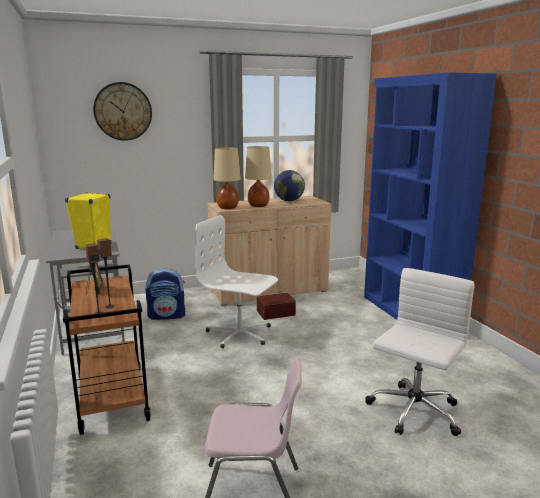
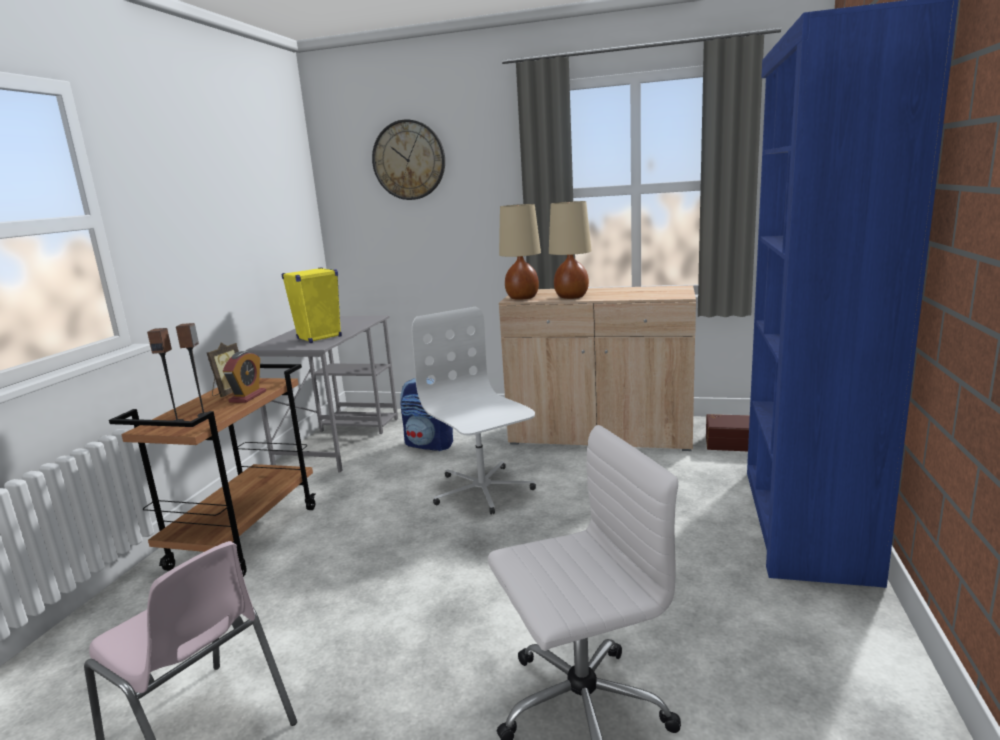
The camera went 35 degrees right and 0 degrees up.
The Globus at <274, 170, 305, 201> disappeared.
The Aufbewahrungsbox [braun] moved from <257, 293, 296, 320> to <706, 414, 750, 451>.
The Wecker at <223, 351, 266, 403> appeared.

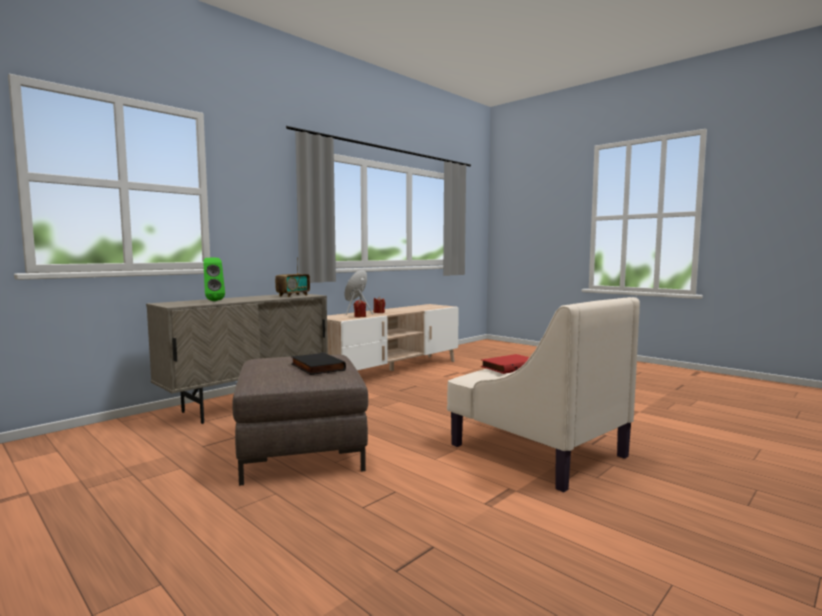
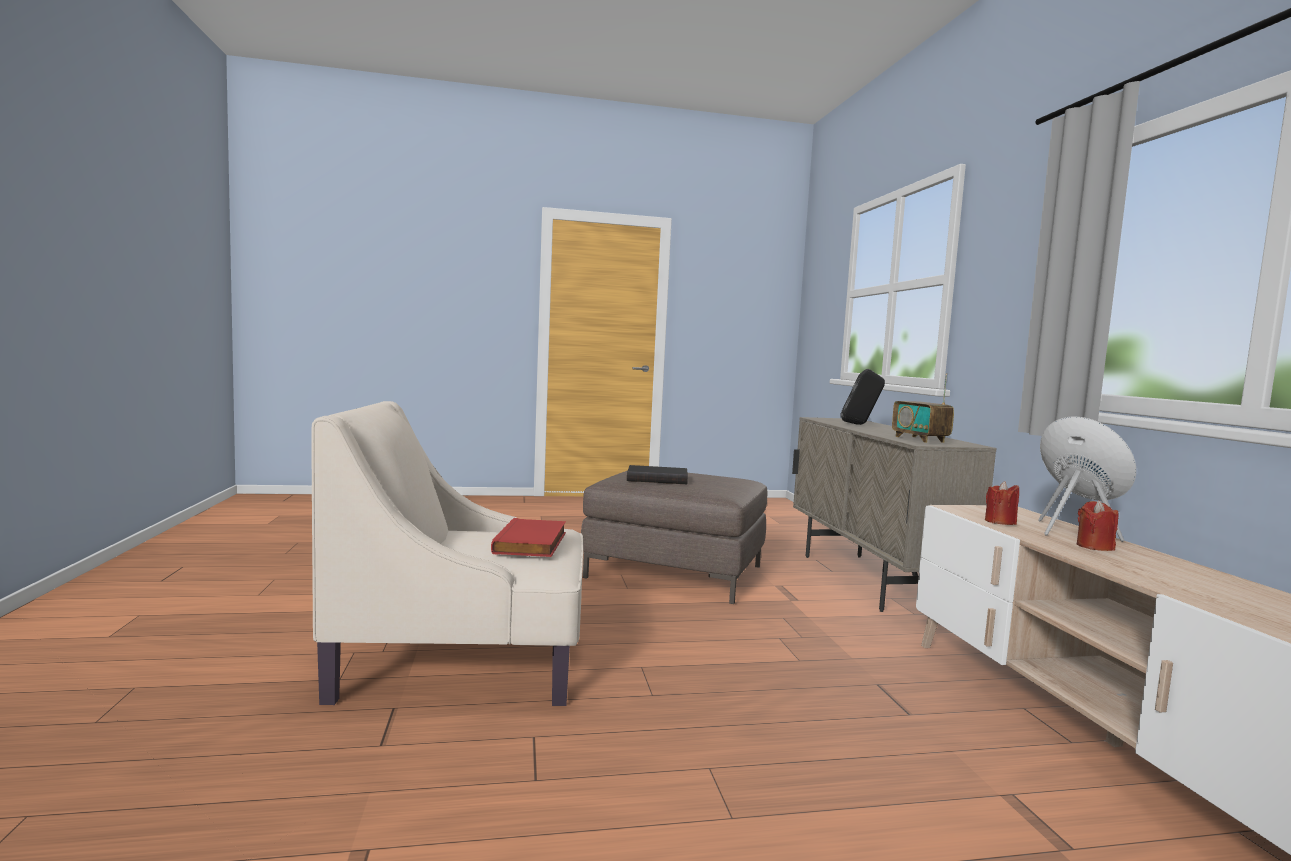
The camera went 125 degrees right and 0 degrees up.
The Lautsprecher [grün] at <203, 258, 225, 301> became the Lautsprecher [schwarz] at <840, 369, 885, 425>.

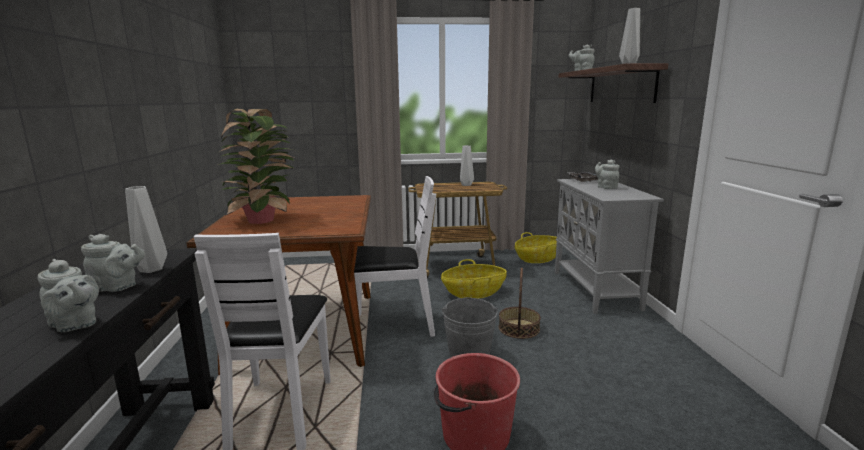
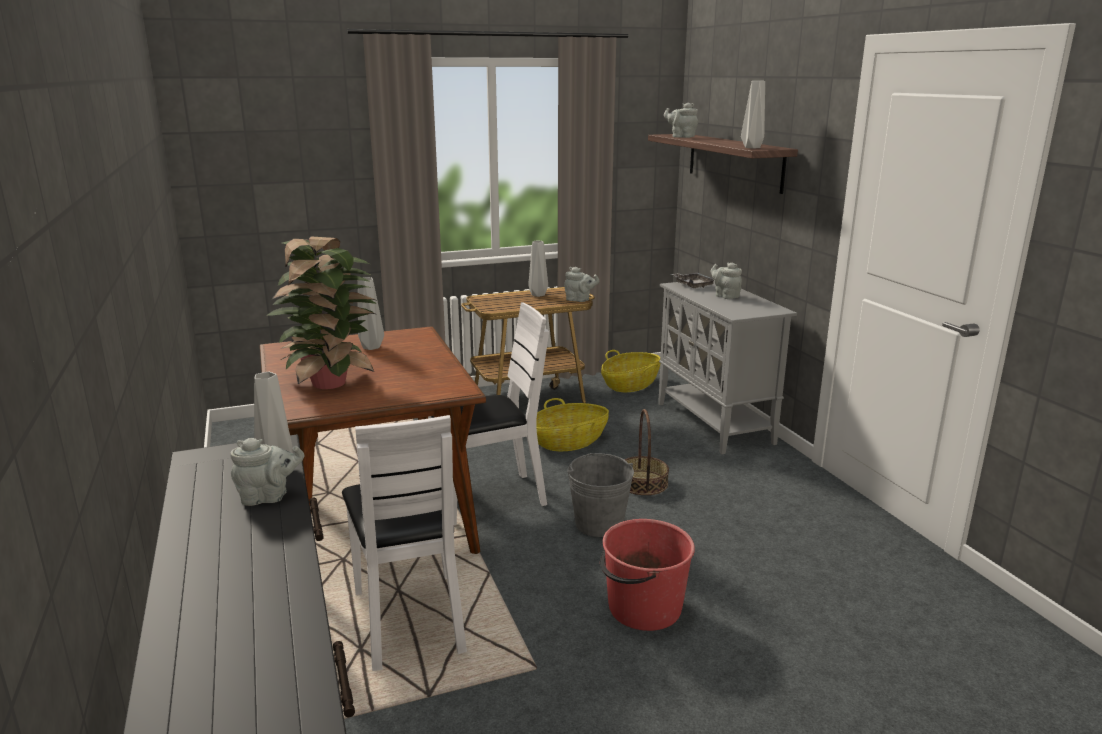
The camera went 15 degrees left and 5 degrees up.
The Teekanne [grau] moved from <38, 259, 99, 332> to <564, 267, 599, 302>.
The Vase [grau] at <358, 277, 384, 350> appeared.

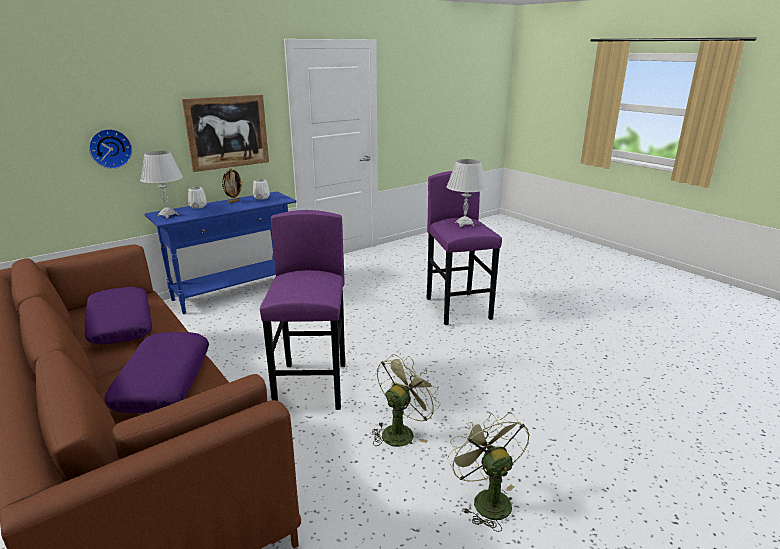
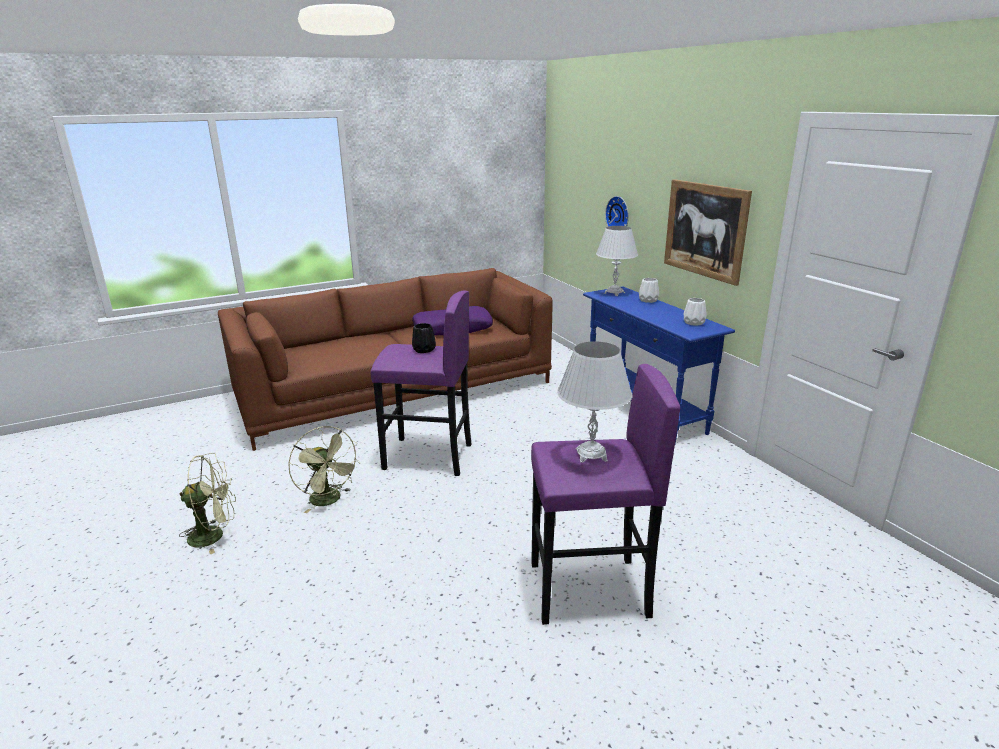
The camera went 100 degrees right and 0 degrees up.
The Bilderrahmen at <222, 168, 243, 203> disappeared.
The Kissen [lila] at <104, 332, 209, 413> disappeared.
The Vase [schwarz] at <412, 323, 436, 353> appeared.

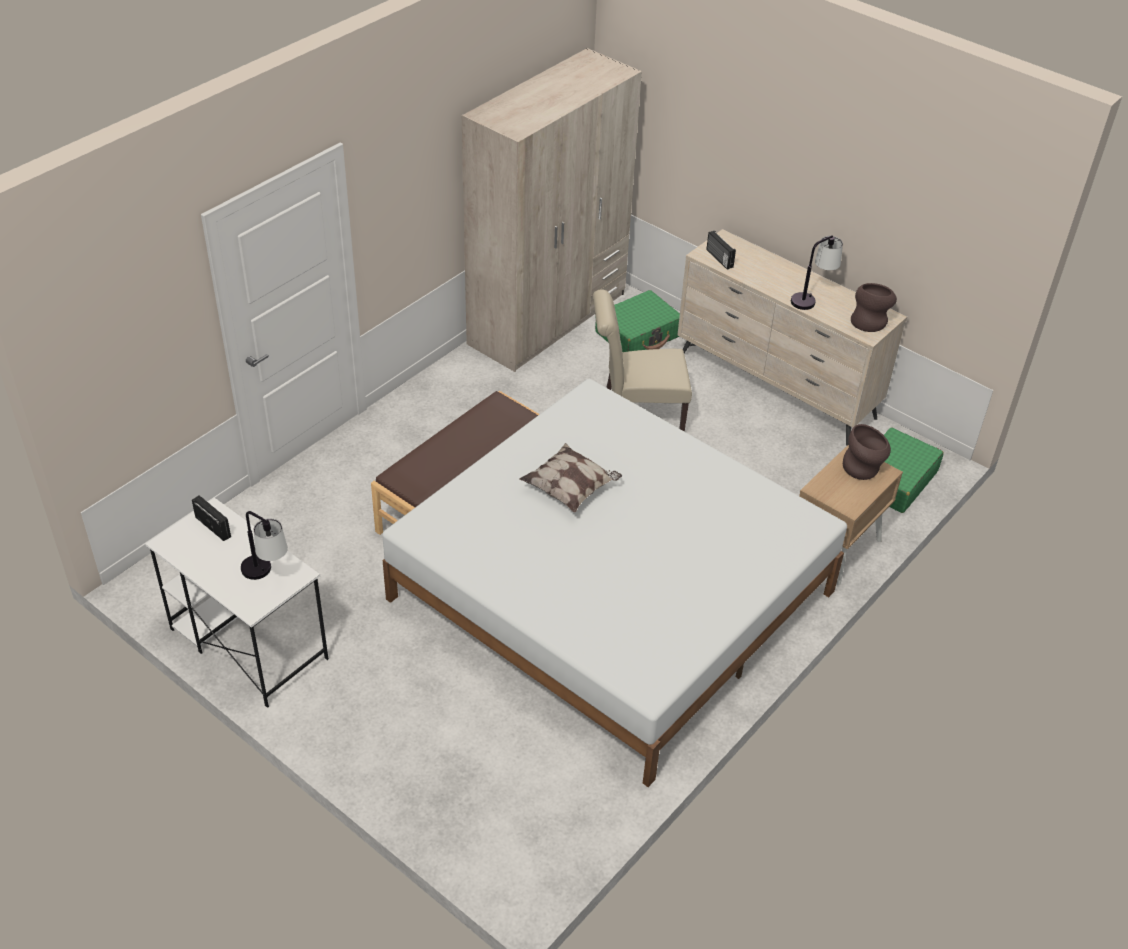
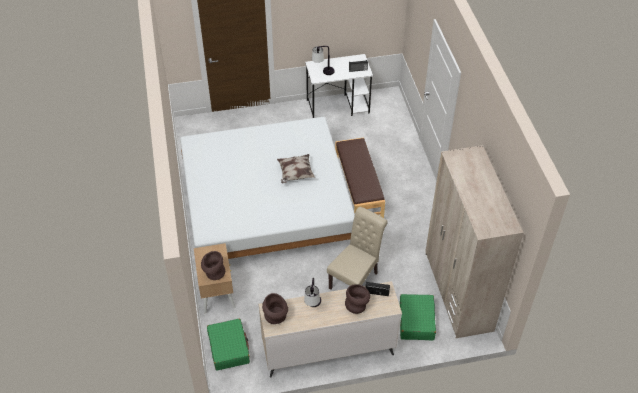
The camera went 130 degrees right and 5 degrees up.
The Vase [braun] at <345, 284, 370, 314> appeared.

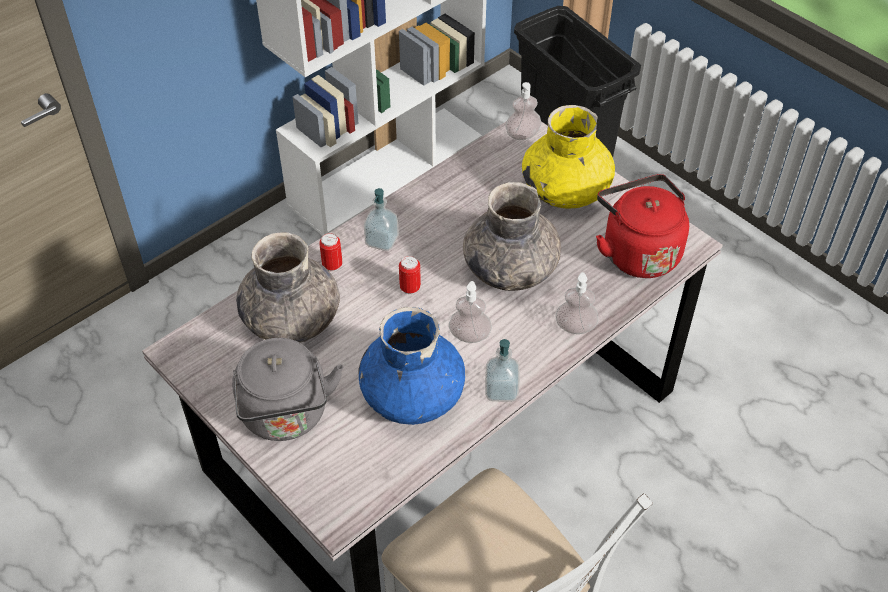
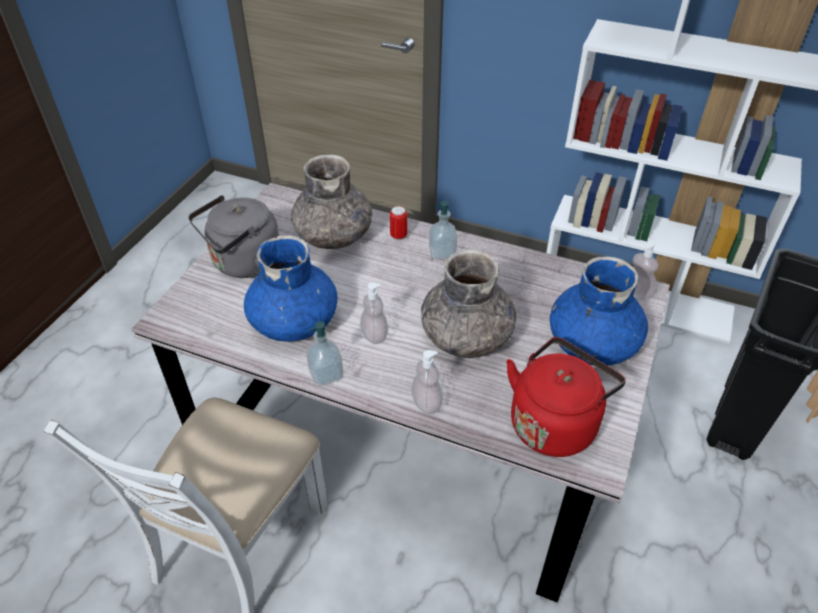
The camera went 65 degrees right and 5 degrees down.
The Vase [gelb] at <522, 105, 615, 209> became the Vase [blau] at <550, 256, 648, 365>.
The Dose at <399, 256, 421, 294> disappeared.

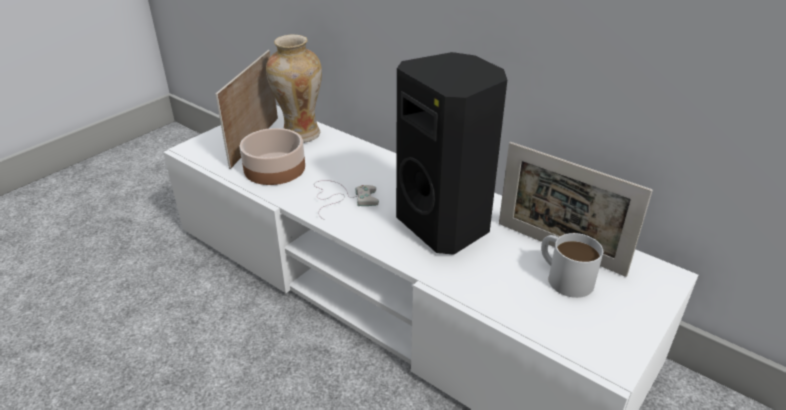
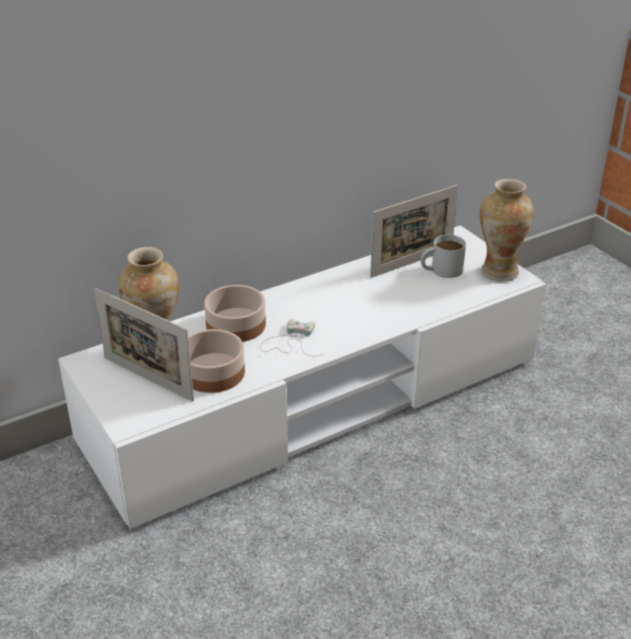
The camera went 70 degrees left and 0 degrees up.
The Lautsprecher [schwarz] at <396, 52, 507, 255> disappeared.
The Vase at <480, 179, 534, 281> appeared.
The Schüssel at <204, 285, 266, 342> appeared.

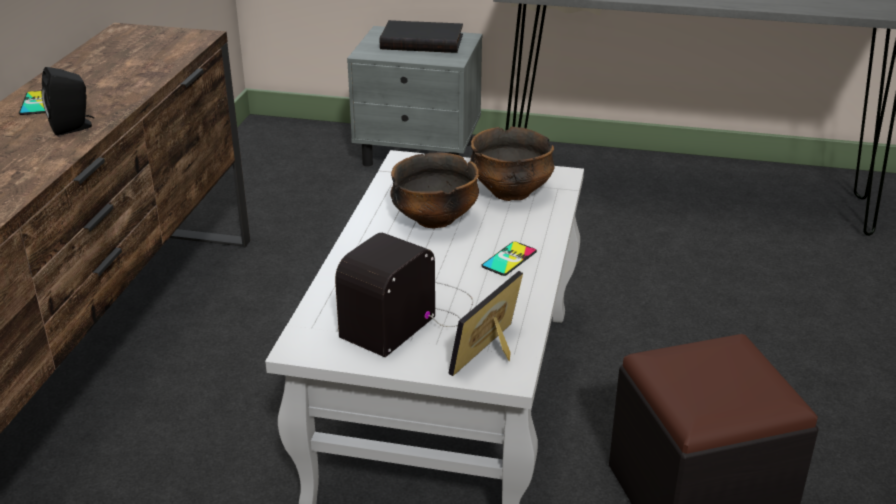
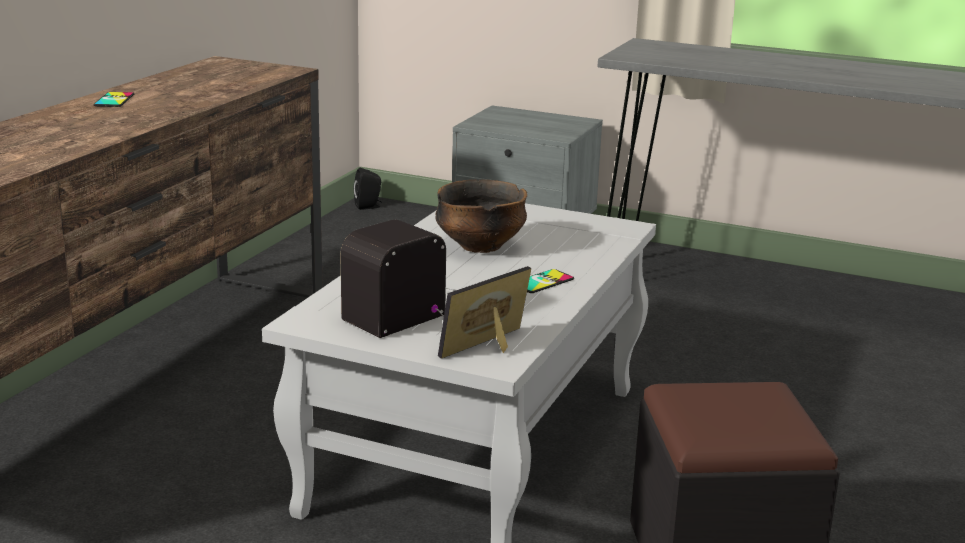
The camera went 10 degrees right and 10 degrees down.
The Buch [schwarz] at <380, 20, 463, 53> disappeared.
The Lautsprecher [schwarz] moved from <42, 67, 94, 136> to <354, 168, 382, 210>.
The Schüssel at <470, 127, 555, 201> disappeared.

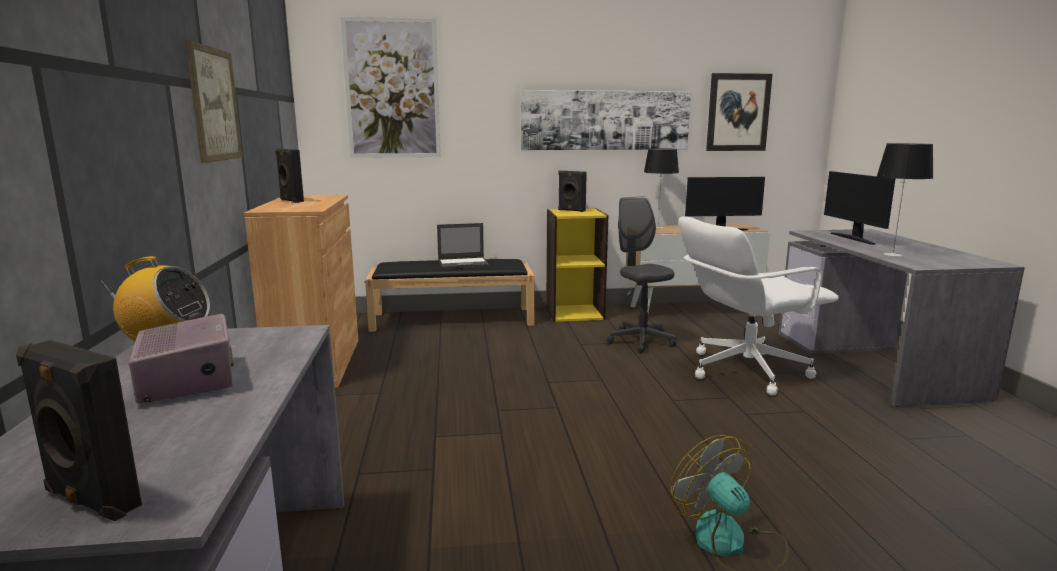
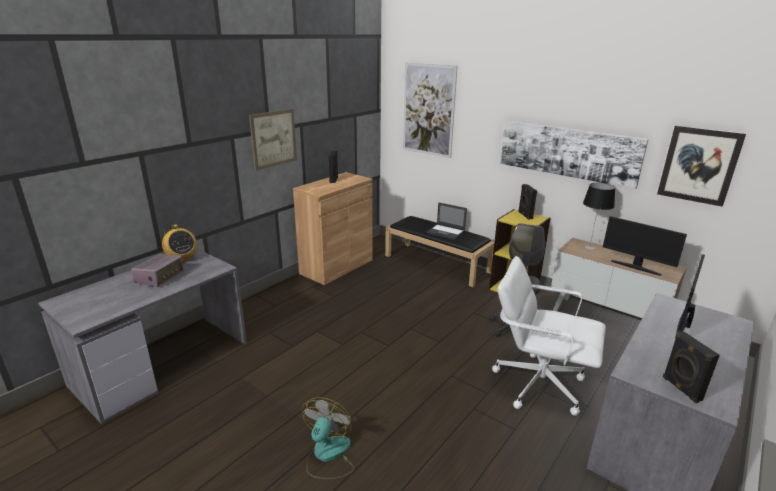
The camera went 45 degrees right and 10 degrees up.
The Tischlampe at <877, 143, 933, 256> disappeared.
The Lautsprecher [schwarz] moved from <16, 340, 142, 521> to <663, 332, 720, 403>.

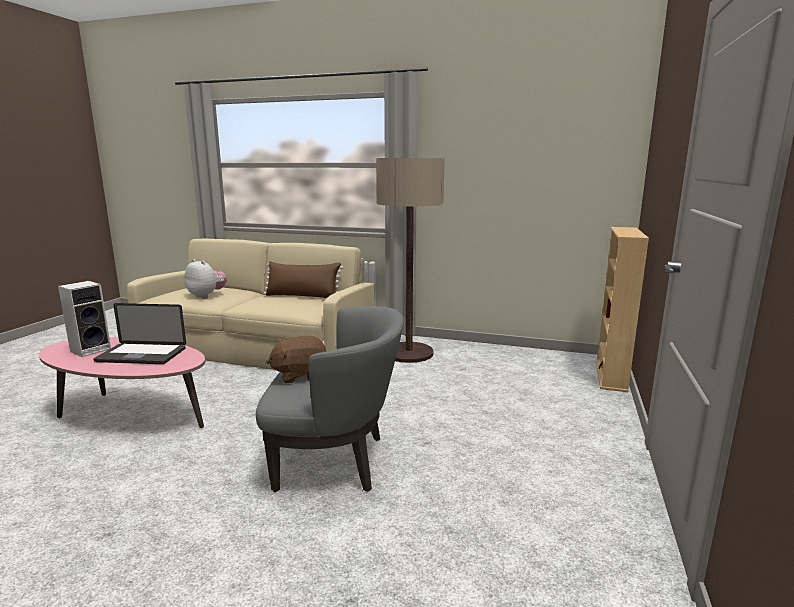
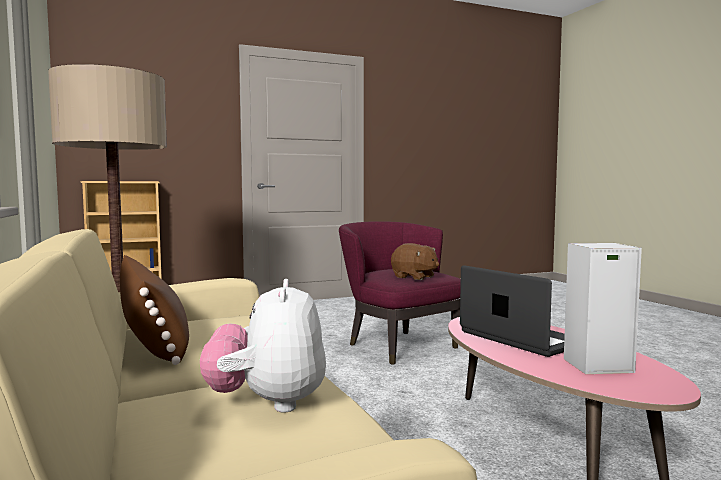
The camera went 130 degrees left and 10 degrees down.
The Sessel [grau] at <256, 306, 404, 492> became the Sessel [lila] at <339, 221, 461, 365>.

